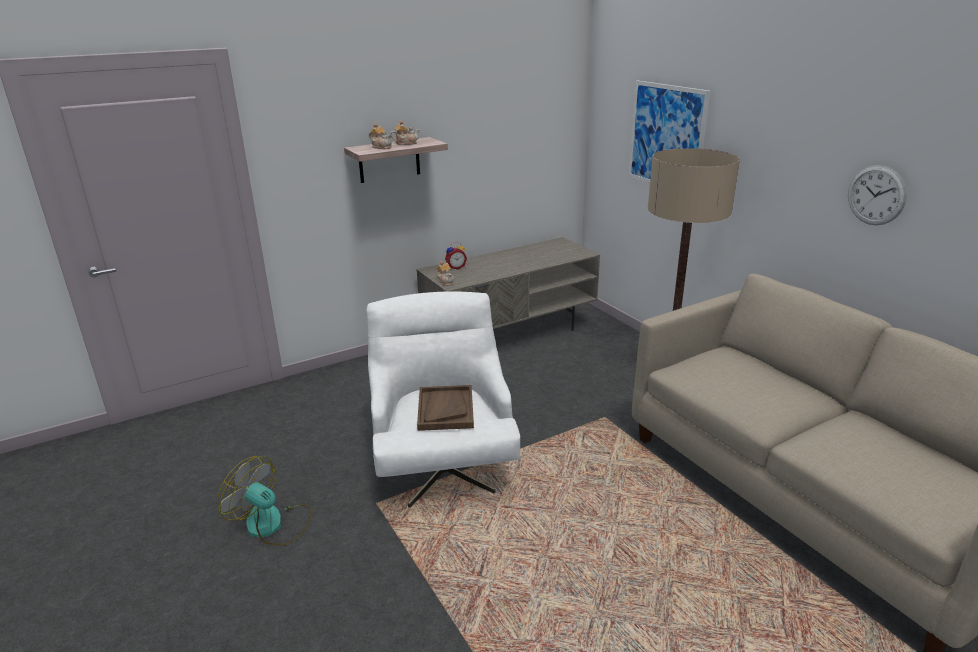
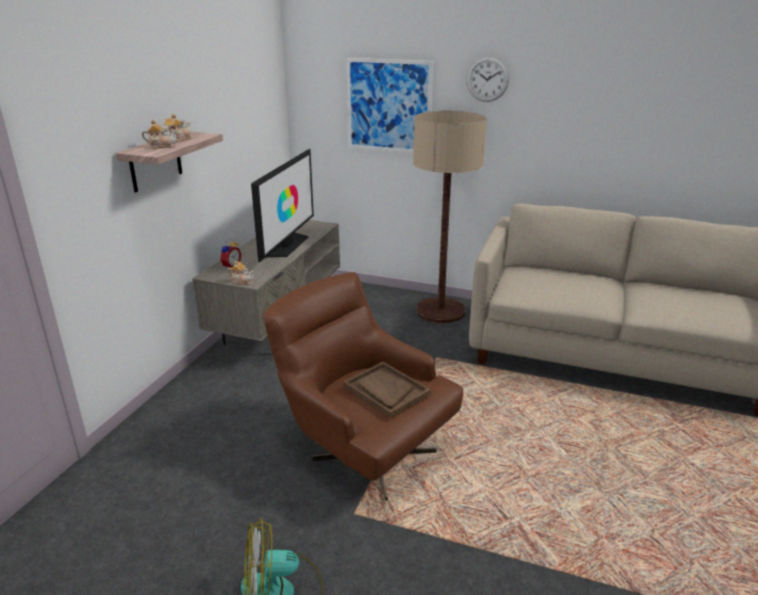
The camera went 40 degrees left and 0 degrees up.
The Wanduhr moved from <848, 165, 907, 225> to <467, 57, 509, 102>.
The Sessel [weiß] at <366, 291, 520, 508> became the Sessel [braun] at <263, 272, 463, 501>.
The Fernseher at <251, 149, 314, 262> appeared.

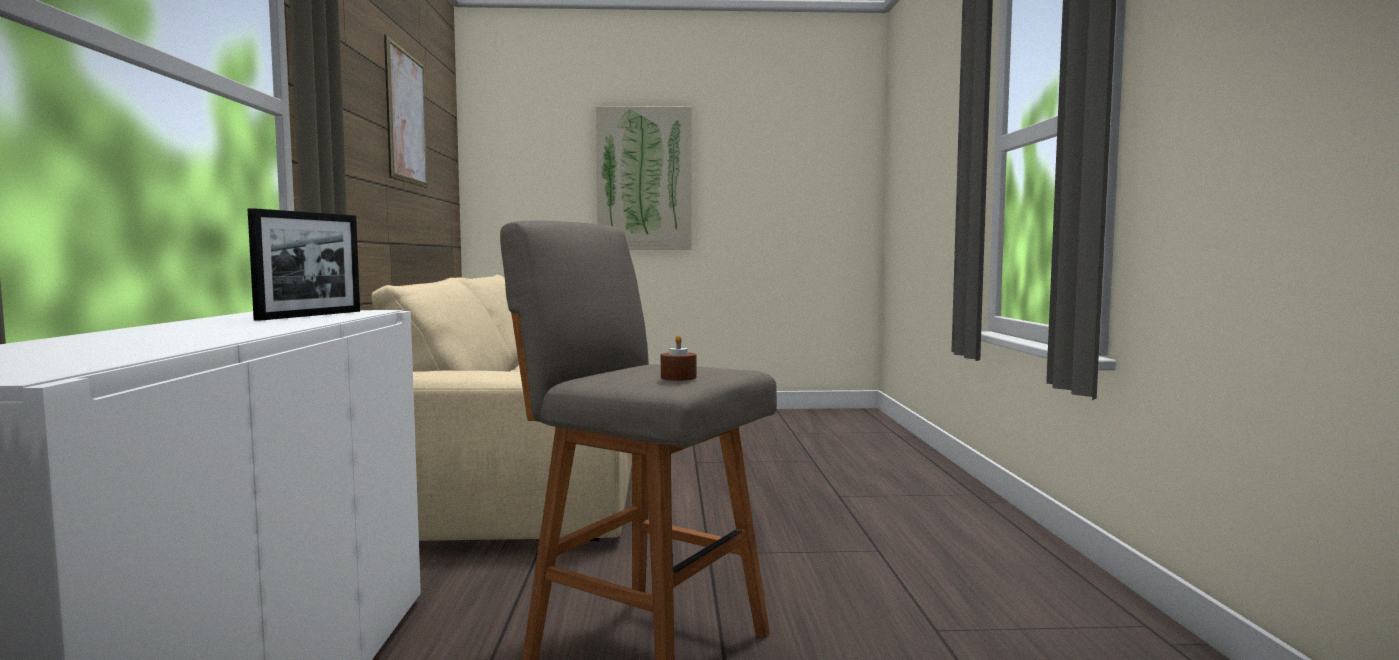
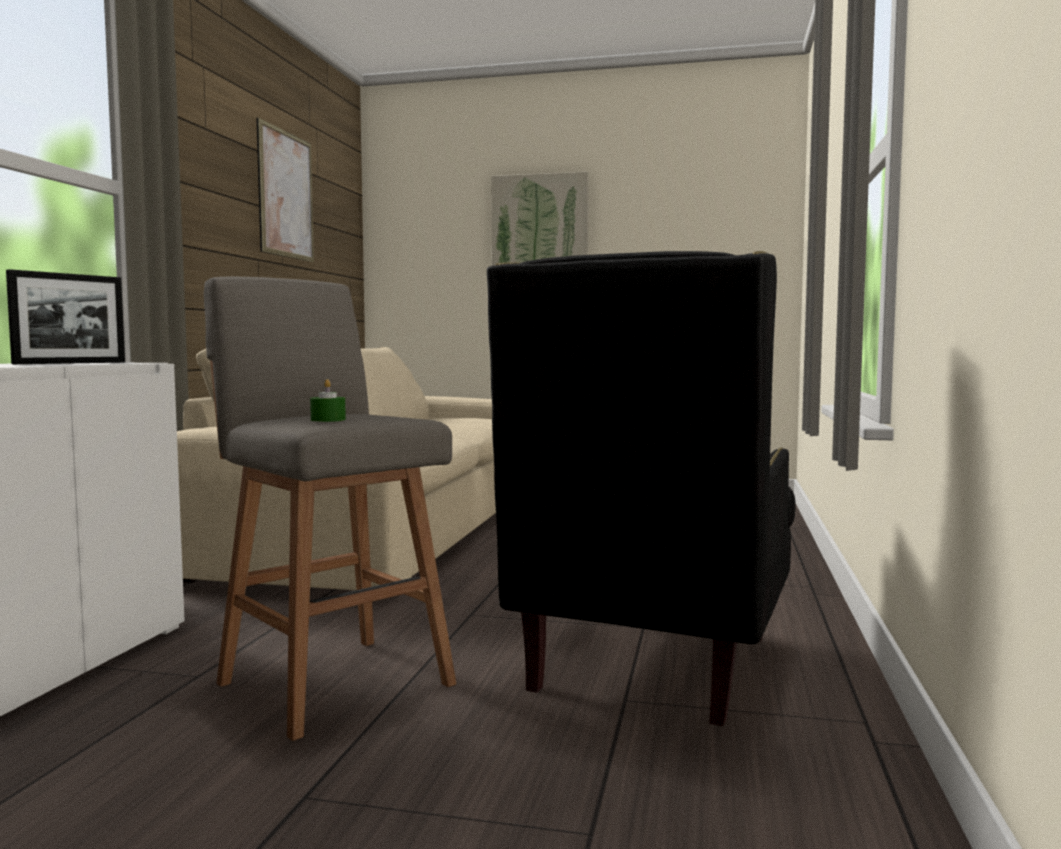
The camera went 15 degrees right and 0 degrees up.
The Kerze [braun] at <661, 335, 697, 381> became the Kerze [grün] at <310, 379, 346, 422>.
The Sessel [schwarz] at <487, 251, 796, 726> appeared.

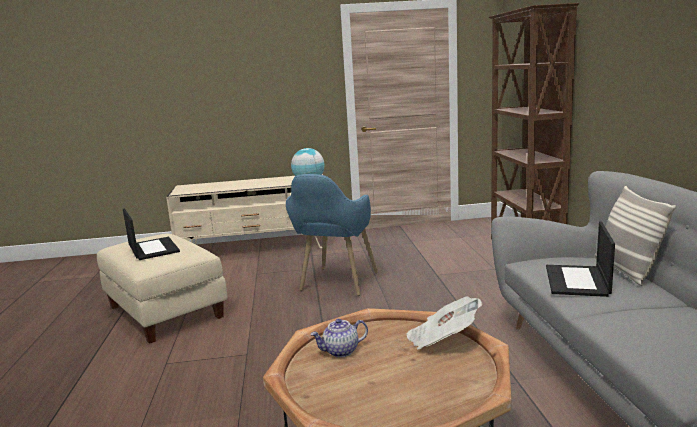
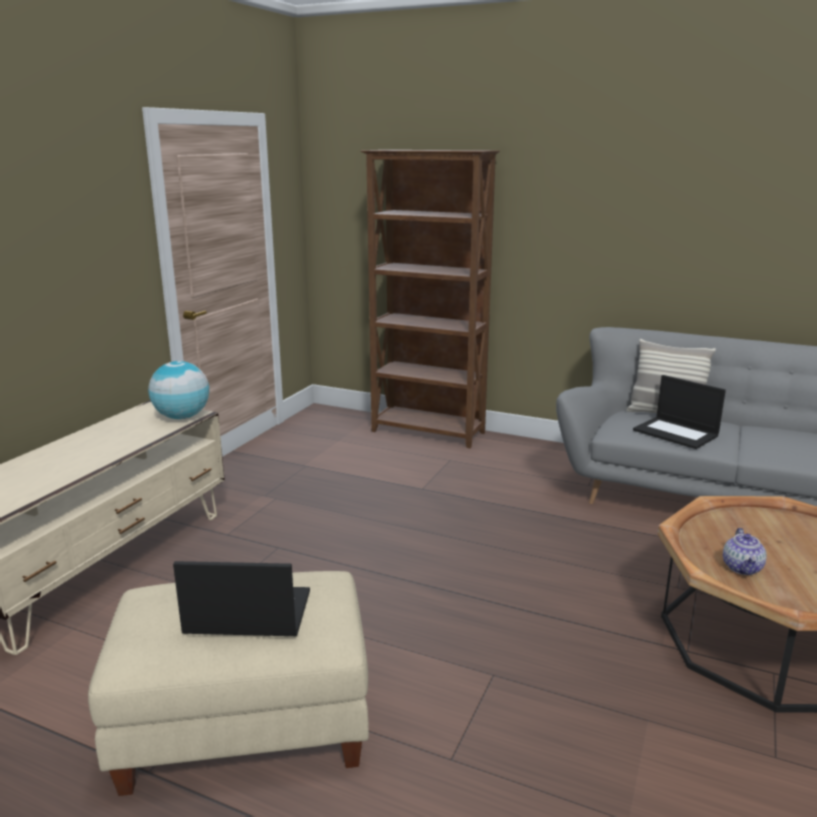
The camera went 60 degrees left and 5 degrees up.
The Sessel [blau] at <286, 174, 378, 296> disappeared.
The Zeitung at <406, 296, 482, 350> disappeared.

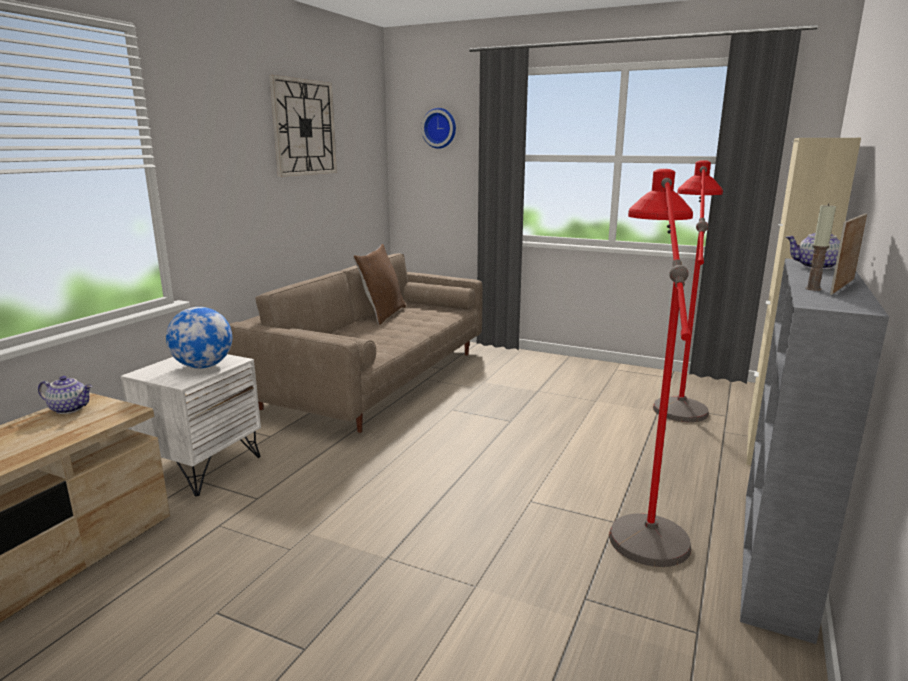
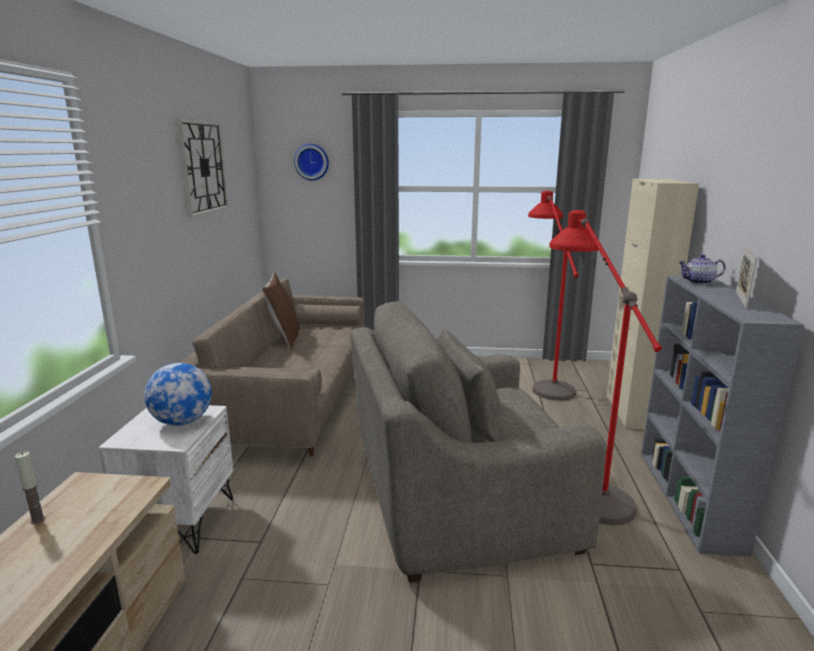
The camera went 20 degrees left and 0 degrees up.
The Kerze moved from <805, 203, 836, 291> to <15, 451, 46, 524>.
The Teekanne at <38, 376, 92, 414> disappeared.
The Sessel [grau] at <350, 301, 607, 583> appeared.

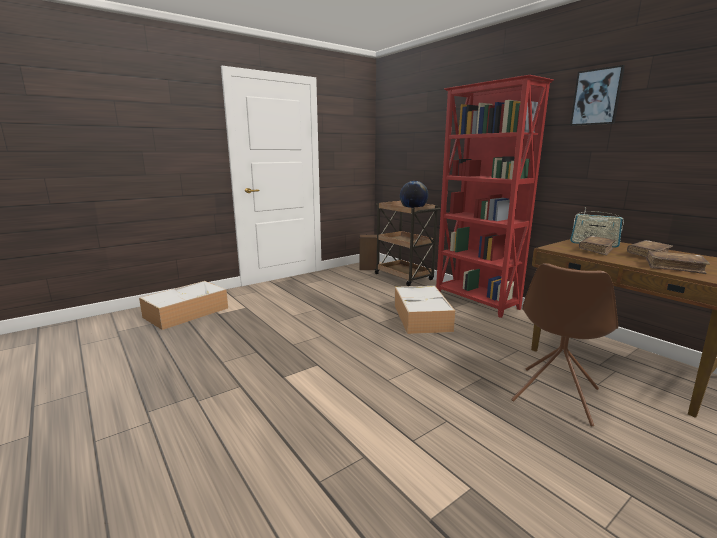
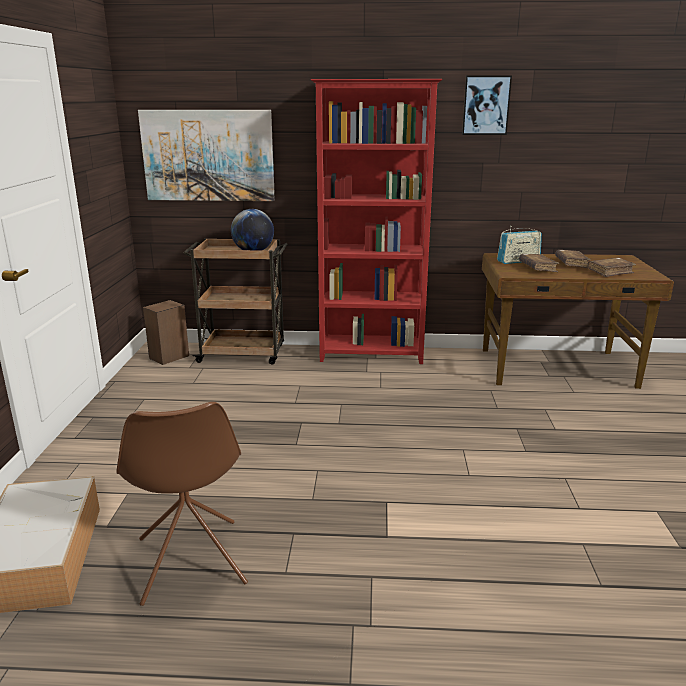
The camera went 50 degrees left and 5 degrees up.
The Stuhl [braun] moved from <511, 263, 618, 426> to <117, 402, 248, 606>.
The Aufbewahrungsbox at <394, 286, 455, 334> disappeared.
The Bild at <138, 110, 275, 201> appeared.

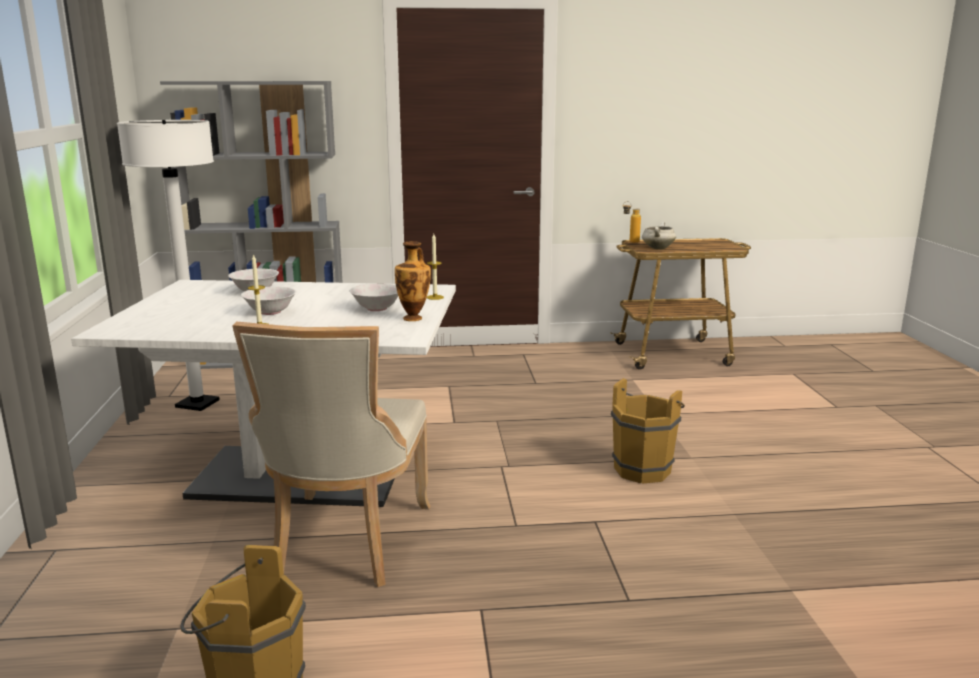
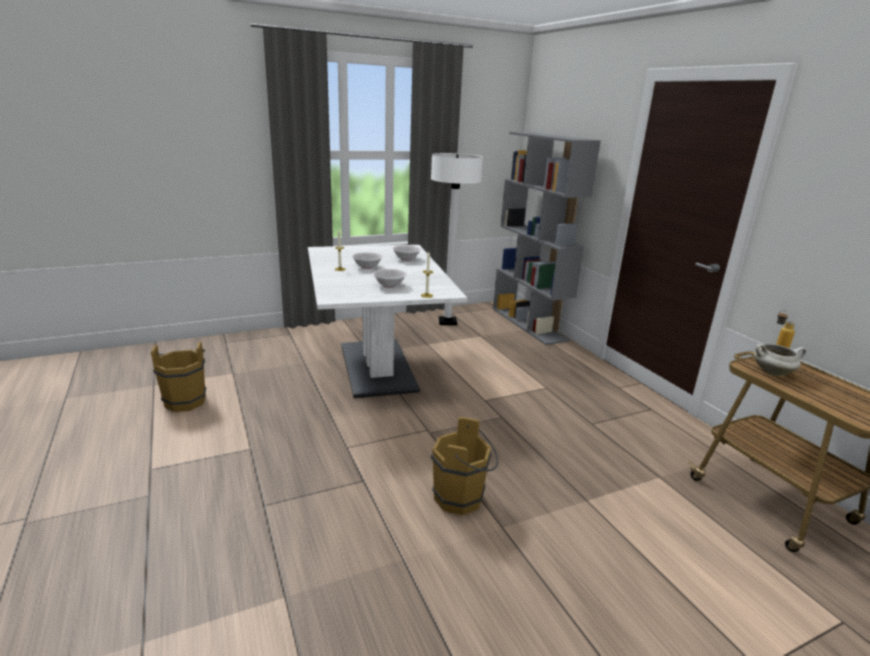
The camera went 70 degrees right and 5 degrees up.
The Vase at <395, 241, 431, 321> disappeared.
The Stuhl [beige] at <232, 322, 430, 587> disappeared.

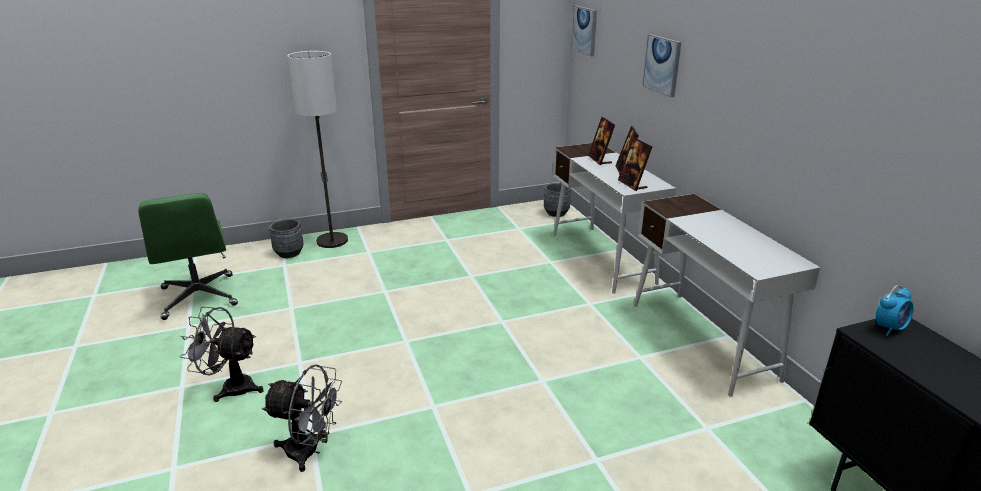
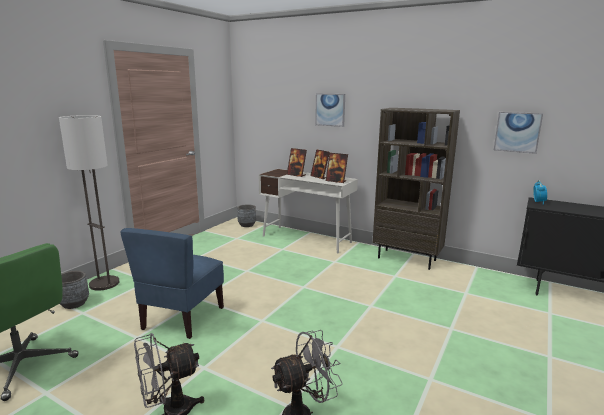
The camera went 40 degrees left and 10 degrees down.
The Bild moved from <572, 6, 597, 57> to <494, 112, 543, 154>.
The Schreibtisch [weiß] at <634, 194, 821, 397> was replaced by the Bücherregal [braun] at <373, 108, 460, 270>.
The Stuhl [blau] at <120, 228, 224, 339> appeared.

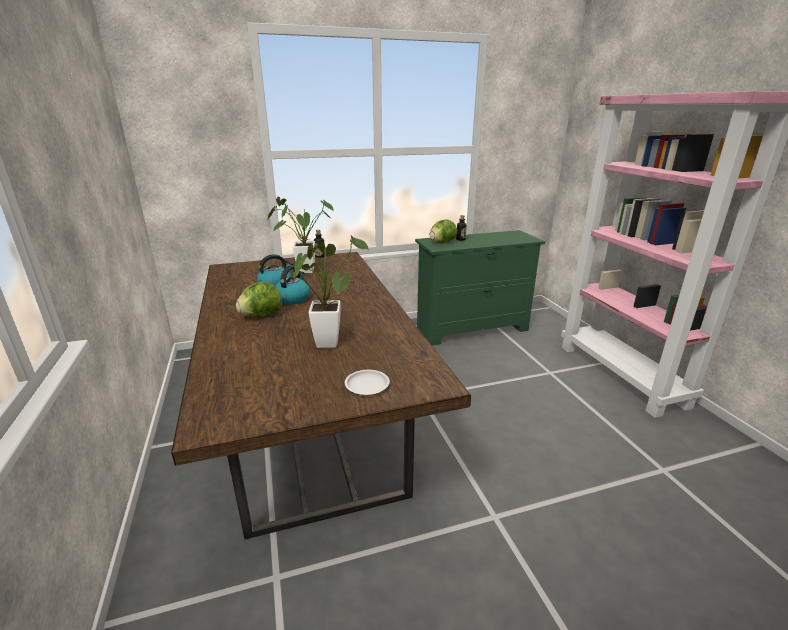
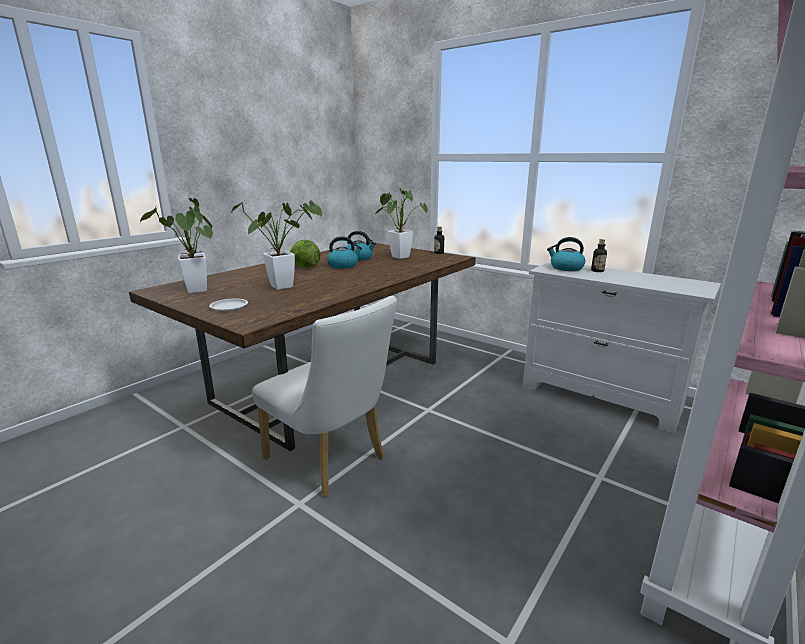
The camera went 55 degrees right and 5 degrees down.
The Salatkopf at <430, 219, 457, 243> was replaced by the Wasserkessel at <547, 237, 586, 271>.
The Kommode [grün] at <415, 230, 545, 346> became the Kommode [weiß] at <523, 261, 721, 434>.
The Topfpflanze at <140, 198, 213, 293> appeared.
The Stuhl [weiß] at <252, 296, 397, 497> appeared.

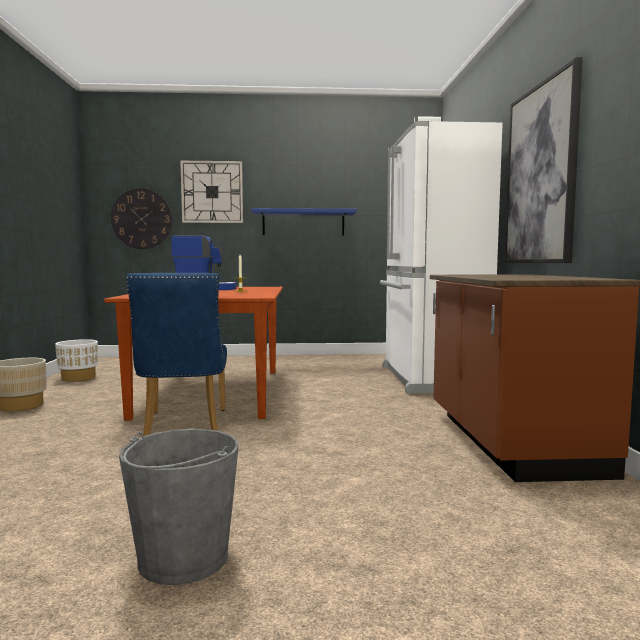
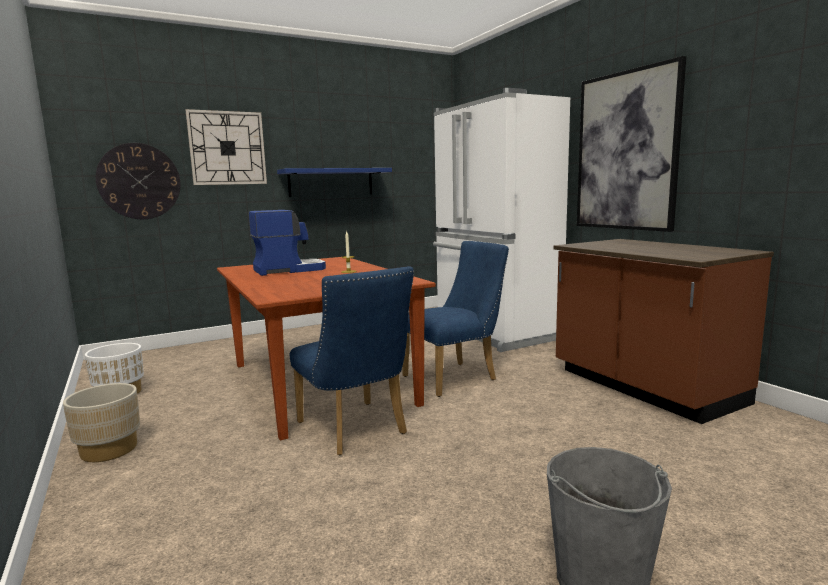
The camera went 25 degrees left and 5 degrees up.
The Stuhl [blau] at <403, 241, 509, 397> appeared.

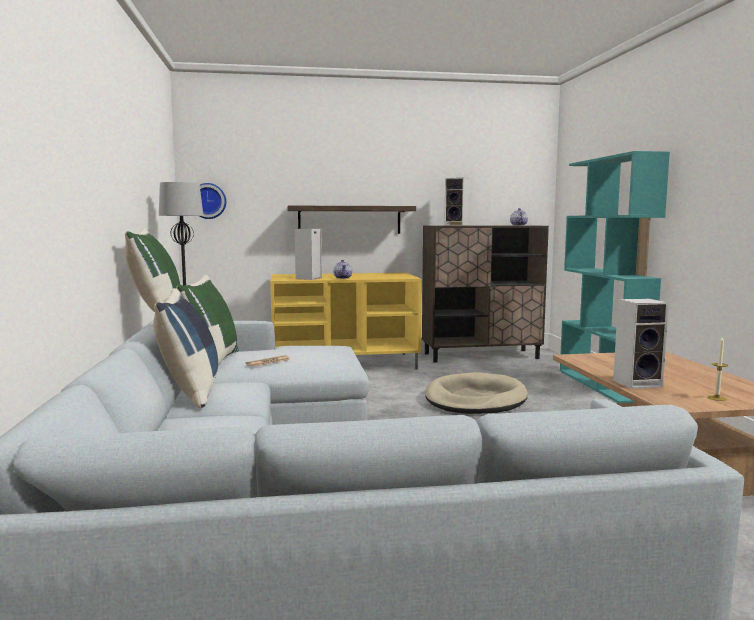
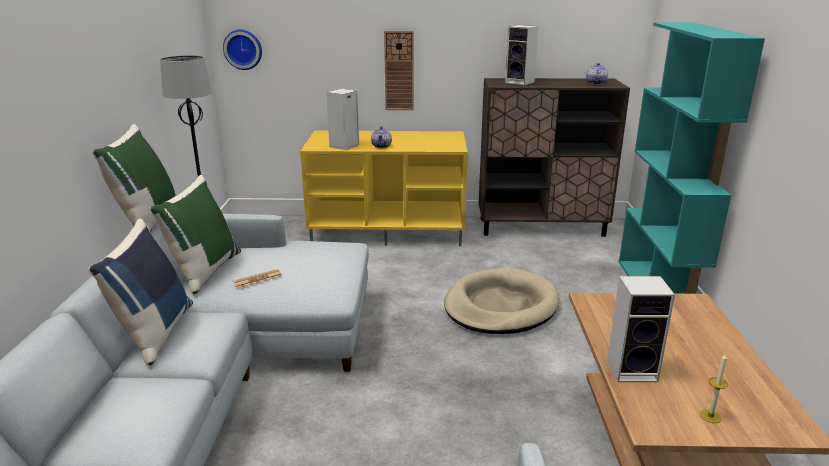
The camera went 10 degrees right and 15 degrees up.
The Wandregal at <287, 206, 416, 234> was replaced by the Wanduhr at <384, 31, 414, 110>.

